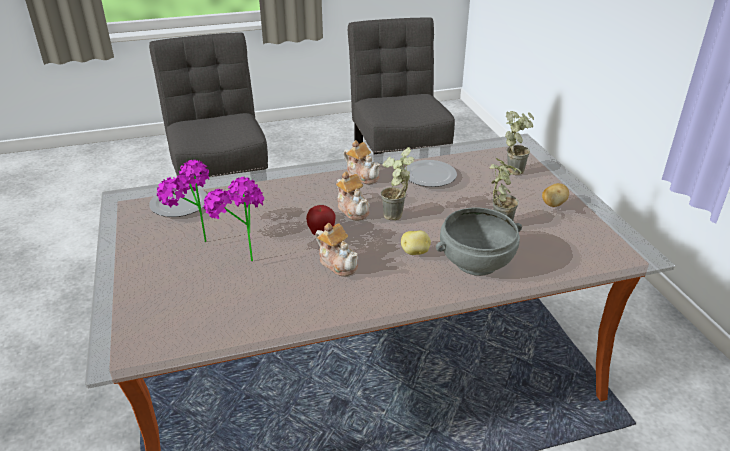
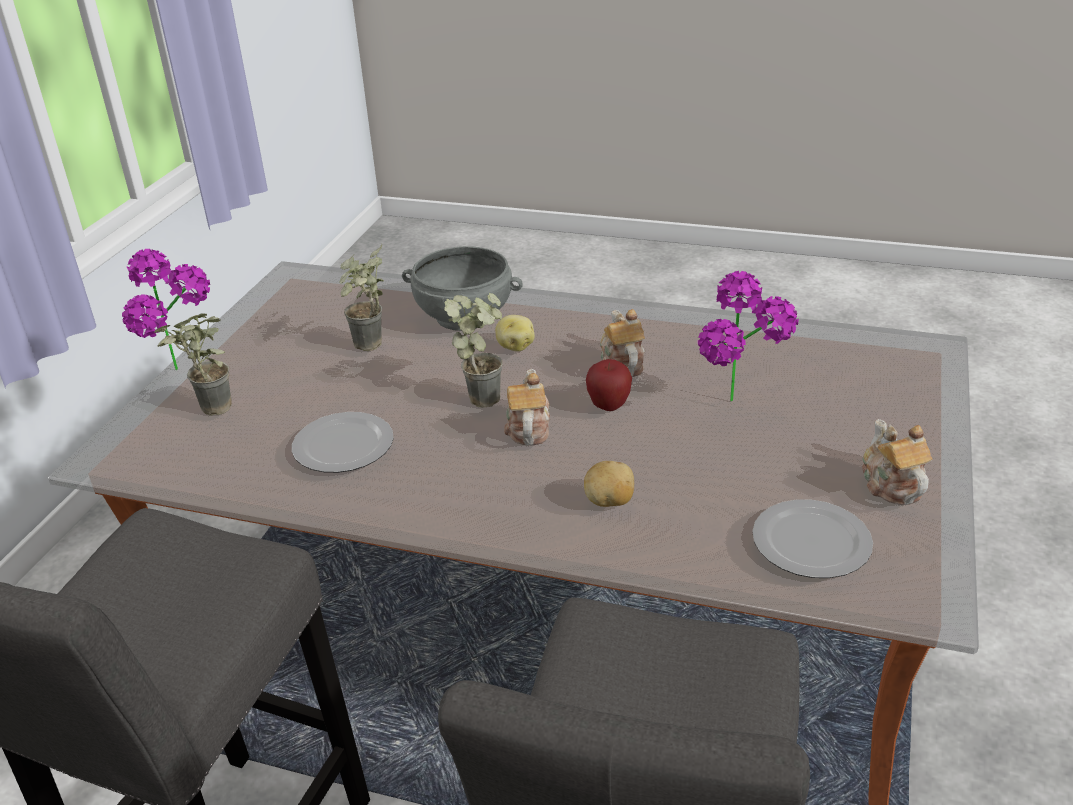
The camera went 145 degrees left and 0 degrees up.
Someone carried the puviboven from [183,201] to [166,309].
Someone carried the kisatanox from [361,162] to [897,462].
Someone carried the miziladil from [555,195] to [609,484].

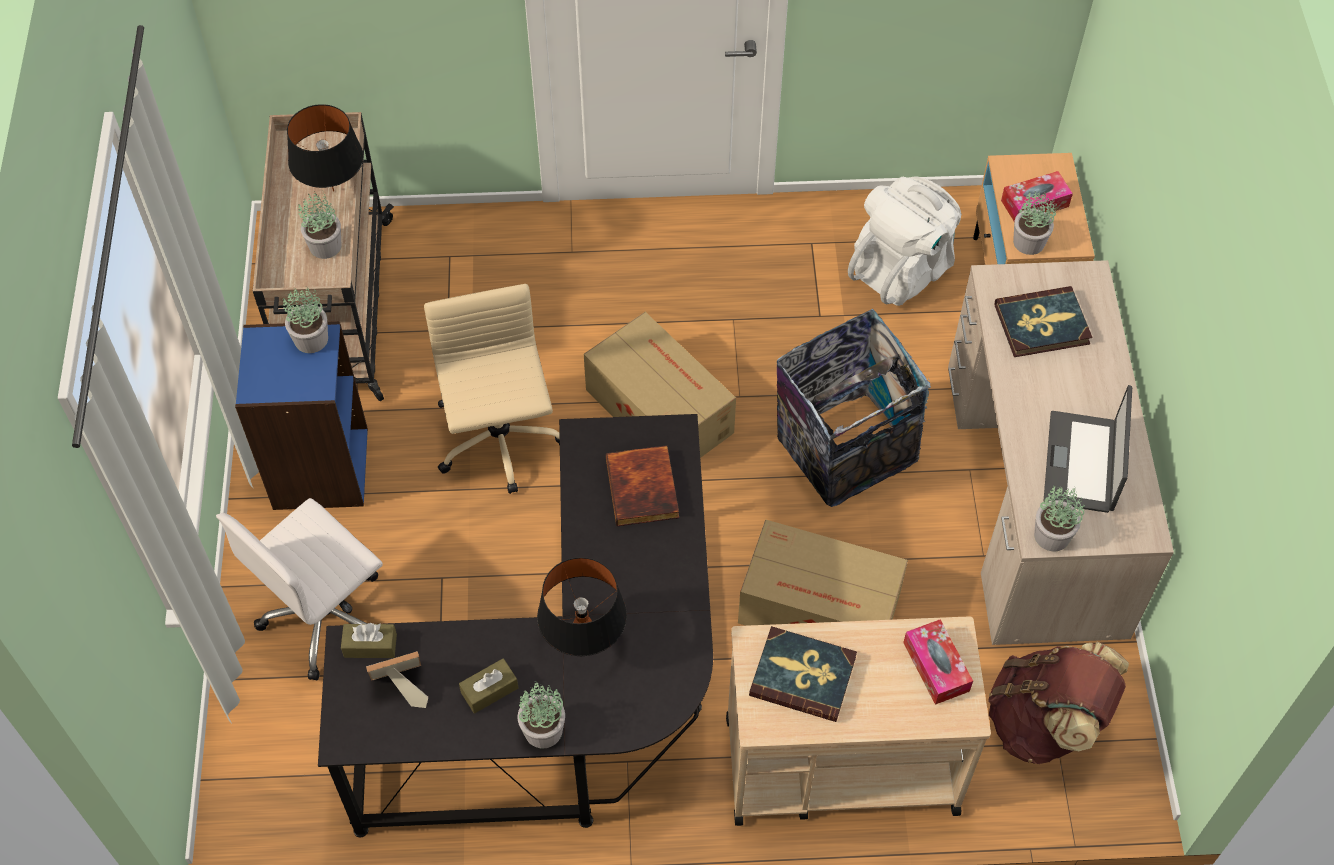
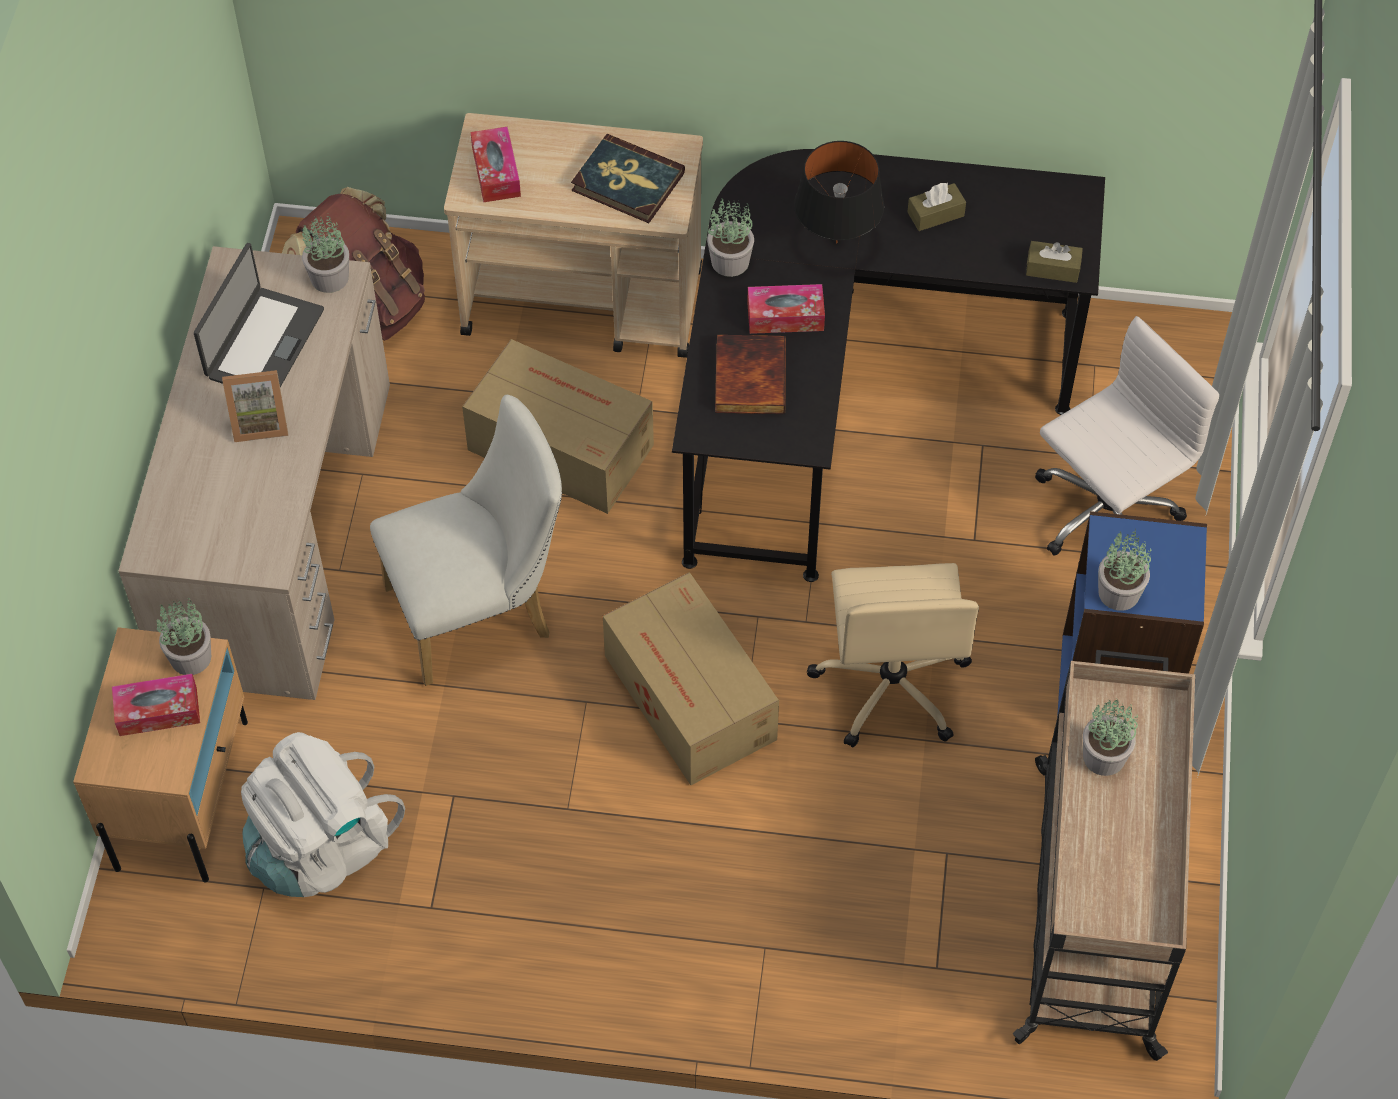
The camera went 170 degrees left and 0 degrees up.
Someone took away the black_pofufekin at [325,148].
Someone carried the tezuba from [397,679] to [255,406].
Someone carried the puviboven from [541,714] to [730,237].
Someone swapped the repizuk at [854,408] for the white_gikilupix at [466,540].
Someone took away the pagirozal at [1043,321].
Someone put down the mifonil at [786,309].

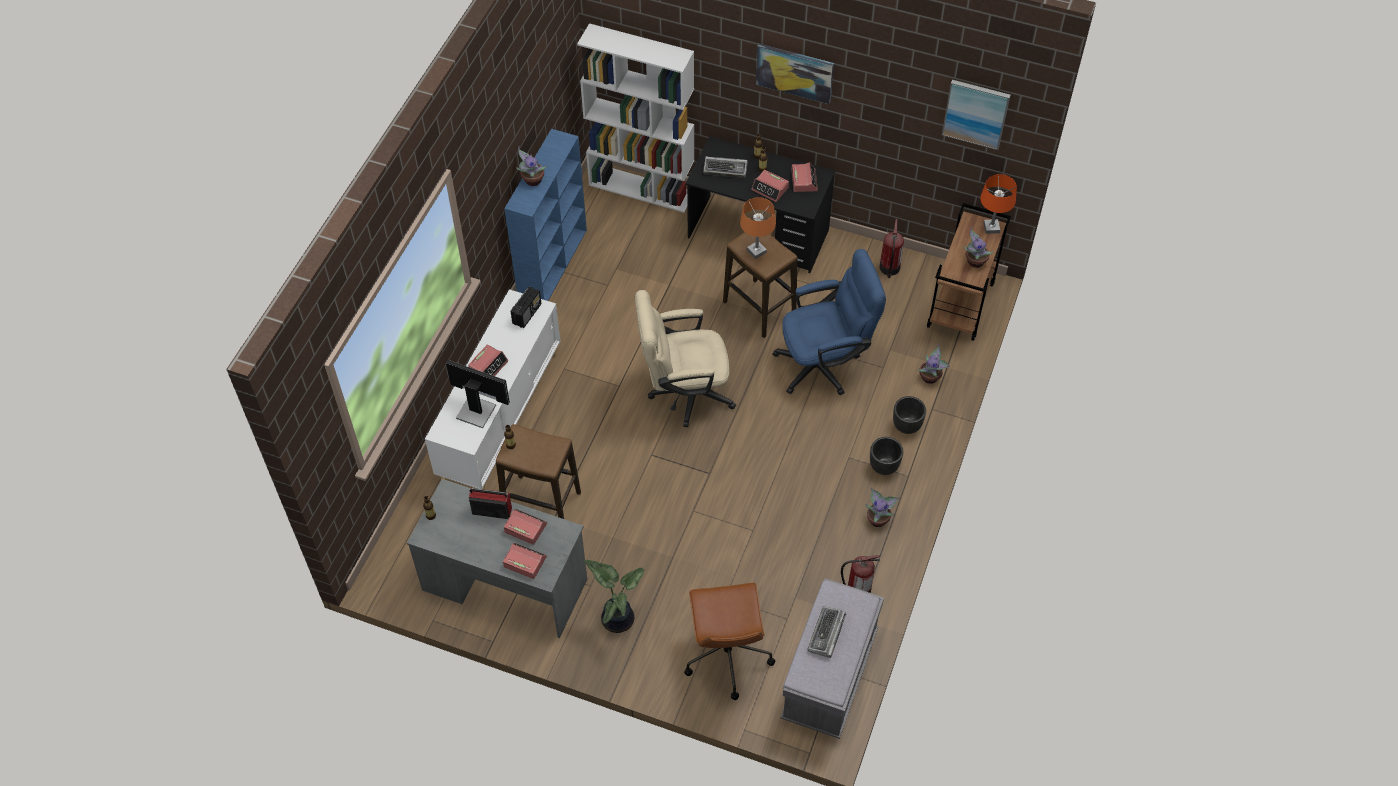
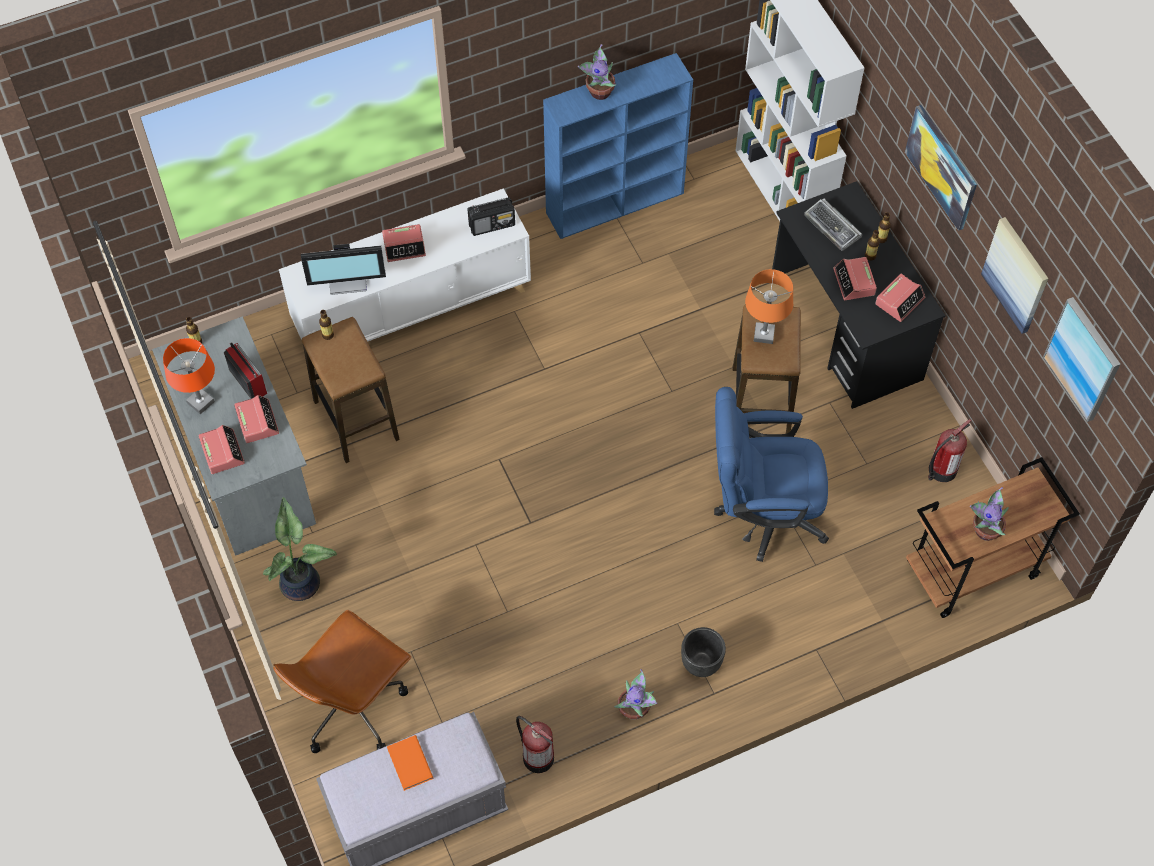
The camera went 45 degrees right and 5 degrees up.
Someone rotated the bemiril at [478,394] by 105 degrees clockwise.
Someone took away the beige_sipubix at [685,358].
Someone rotated the blue_sipubix at [829,322] by 150 degrees clockwise.
Someone swapped the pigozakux at [826,632] for the orange_pagirozal at [410,763].
Someone took away the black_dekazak at [909,415].
Someone took away the puviboven at [934,364].
Someone carried the orange_pofufekin from [998,204] to [189,376].
Someone put up the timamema at [1015,275].

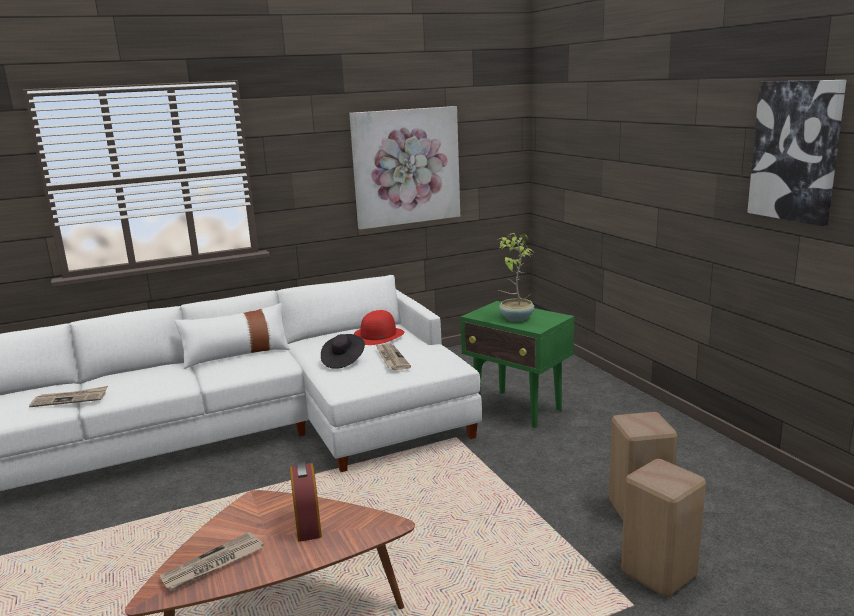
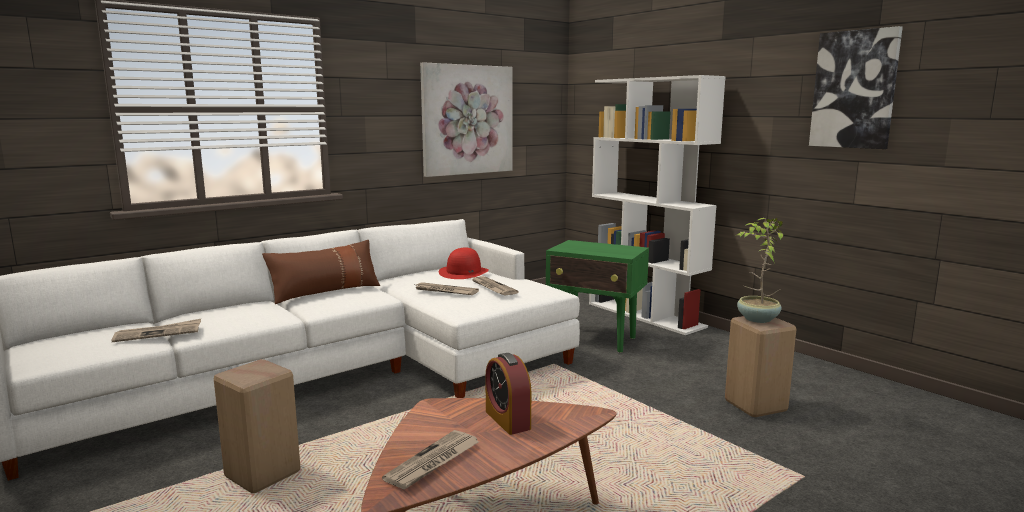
The camera went 15 degrees left and 5 degrees down.
Someone repainted the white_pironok at [232,336], which became the brown_pironok at [321,272].
Someone swapped the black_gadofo at [343,351] for the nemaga at [446,288].
Someone carried the puviboven from [516,277] to [760,270].
Someone carried the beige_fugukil from [663,528] to [257,426].
Someone put down the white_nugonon at [657,205].

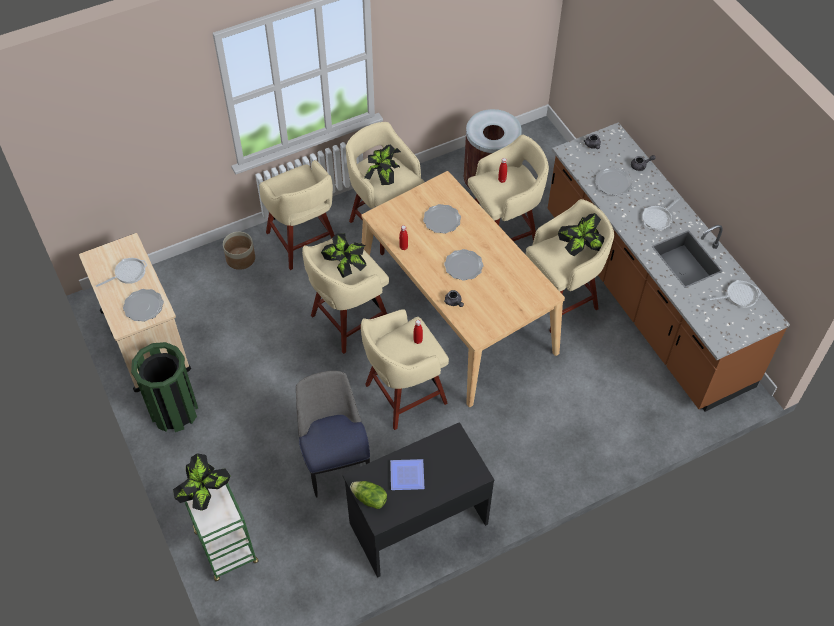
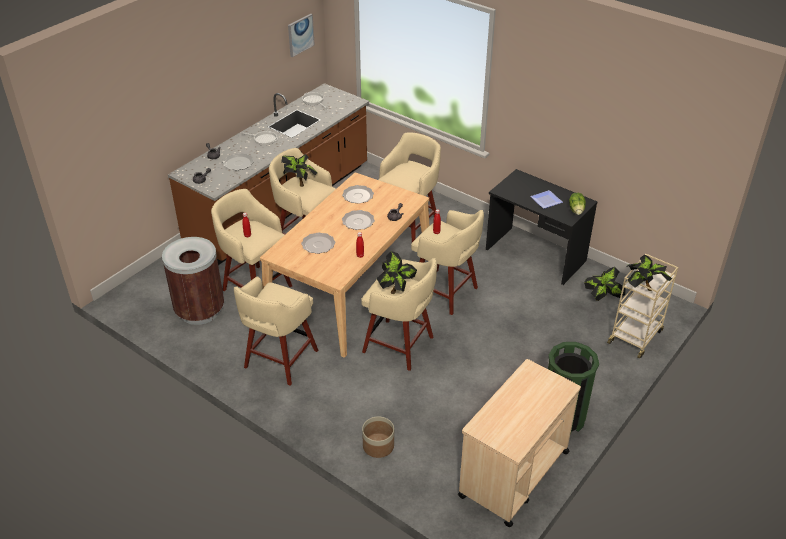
The camera went 115 degrees left and 15 degrees down.
Someone took away the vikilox at [121,272].
Someone carried the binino from [143,305] to [358,194].
Someone repainted the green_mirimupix at [222,532], which became the beige_mirimupix at [642,306].
Someone carried the beige_fugukil from [296,215] to [409,187].
Someone took away the gikilupix at [333,434].
Someone carried the puviboven from [382,164] to [605,284].
Someone put up the timamema at [301,35].

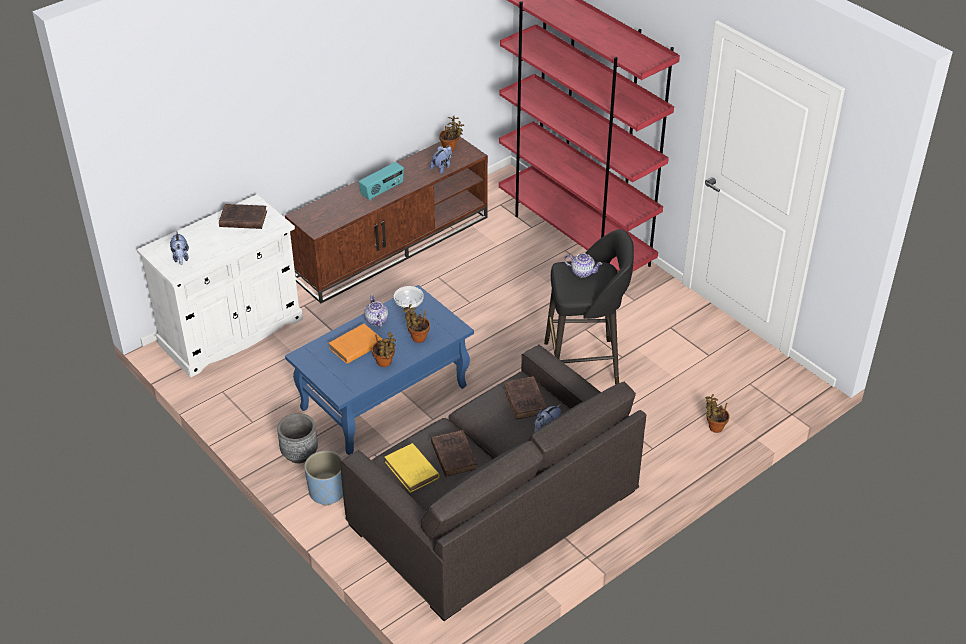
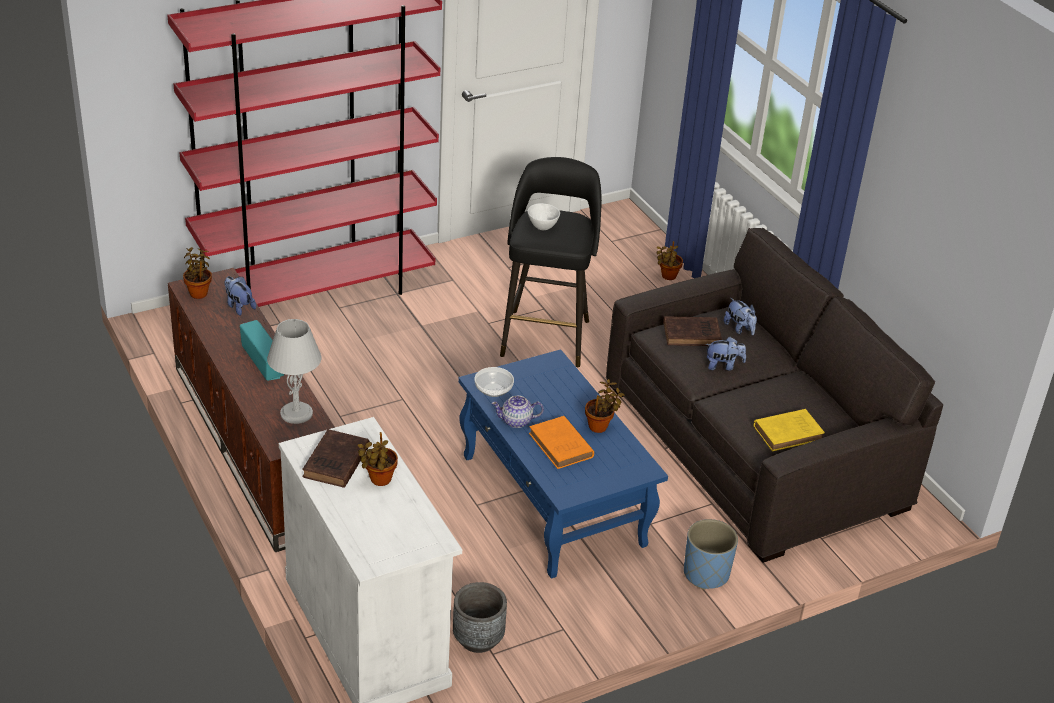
The camera went 80 degrees left and 5 degrees down.
Someone carried the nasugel from [179,248] to [725,354].
Someone carried the grey_dekazak from [297,438] to [480,617].
Someone carried the puviboven from [416,323] to [378,459].
Someone took away the brown_pagirozal at [454,453].
Someone swapped the kisatanox at [583,265] for the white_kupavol at [544,216].
Someone put down the grey_pofufekin at [294,371].

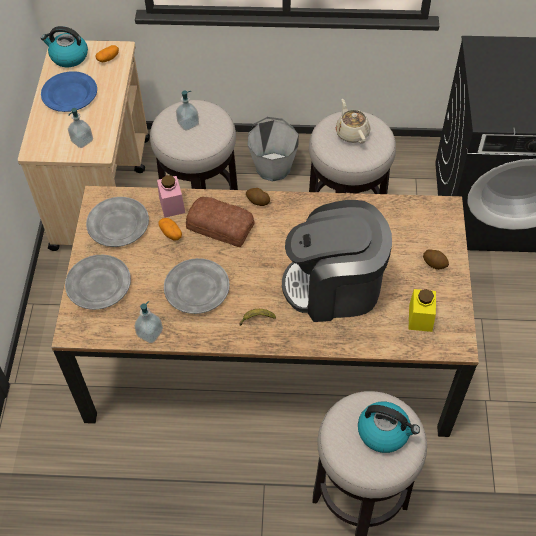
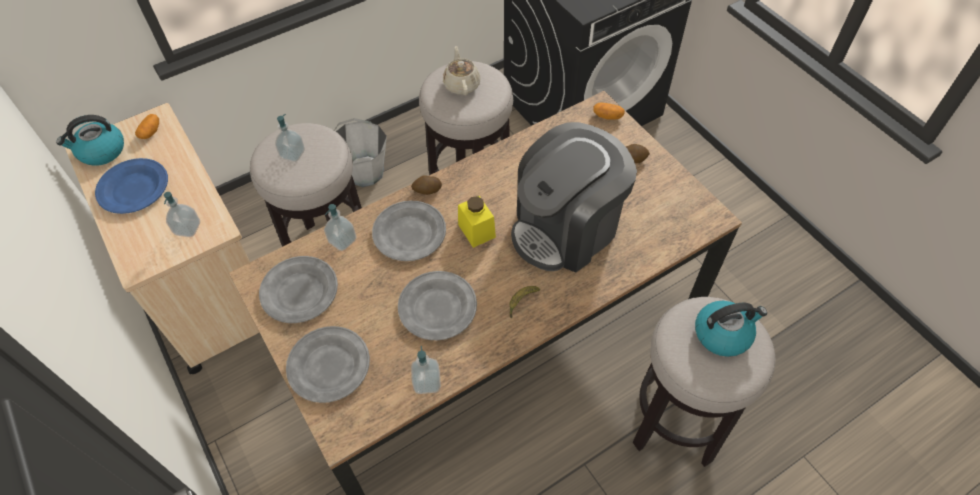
The camera went 35 degrees left and 0 degrees up.
Someone swapped the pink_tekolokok at [171,196] for the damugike at [340,227].
Someone carried the miziladil from [170,229] to [609,111].
Someone swapped the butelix at [220,222] for the grey_binino at [409,231].
Someone rotated the beige_kisatanox at [353,121] by 45 degrees clockwise.
Someone carried the yellow_tekolokok from [422,310] to [477,222].

